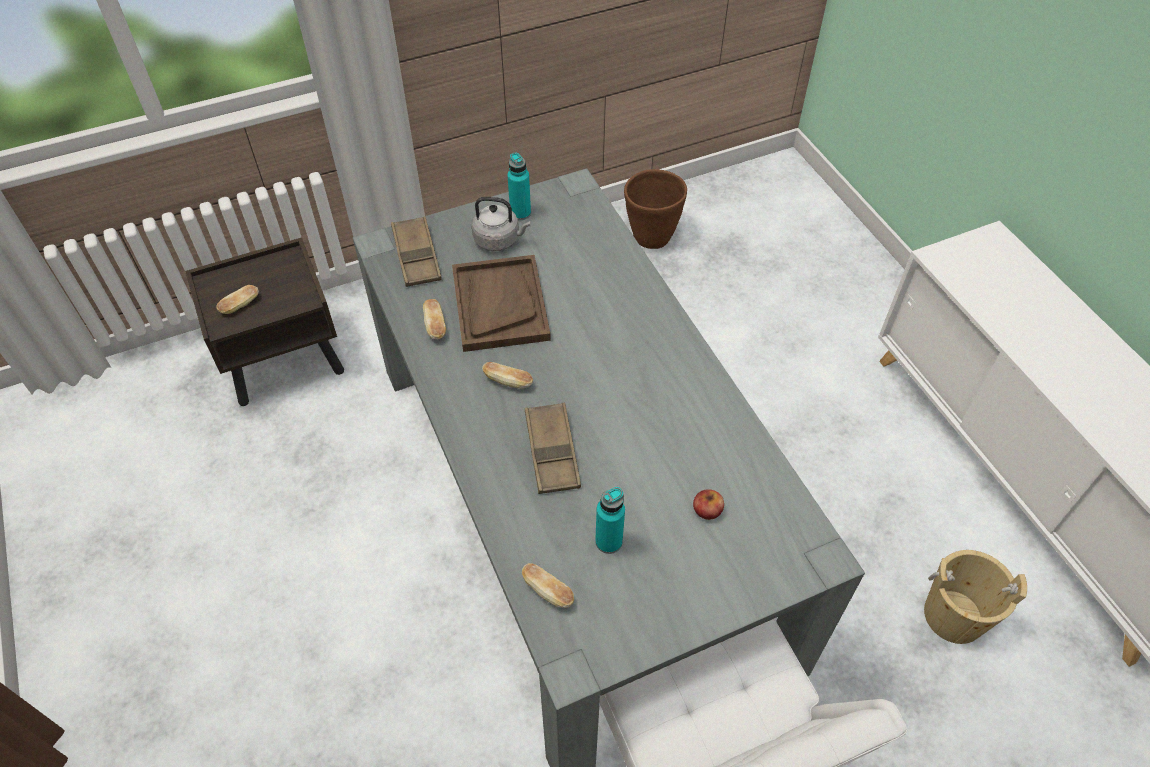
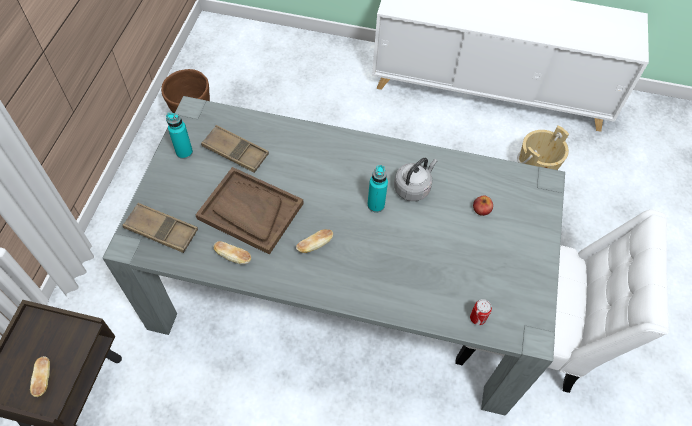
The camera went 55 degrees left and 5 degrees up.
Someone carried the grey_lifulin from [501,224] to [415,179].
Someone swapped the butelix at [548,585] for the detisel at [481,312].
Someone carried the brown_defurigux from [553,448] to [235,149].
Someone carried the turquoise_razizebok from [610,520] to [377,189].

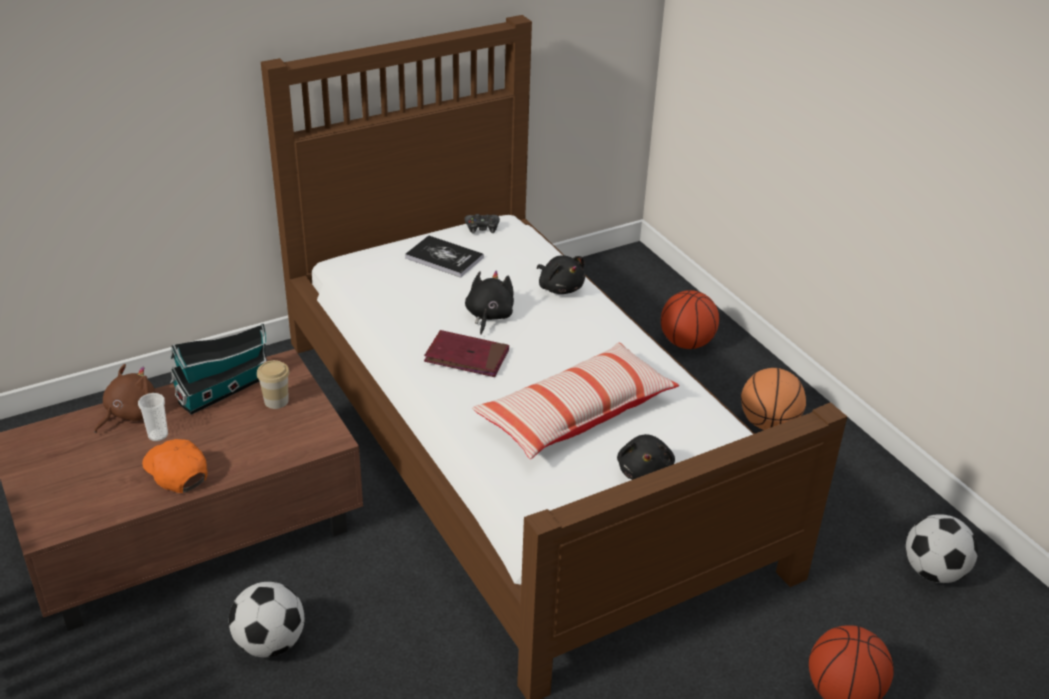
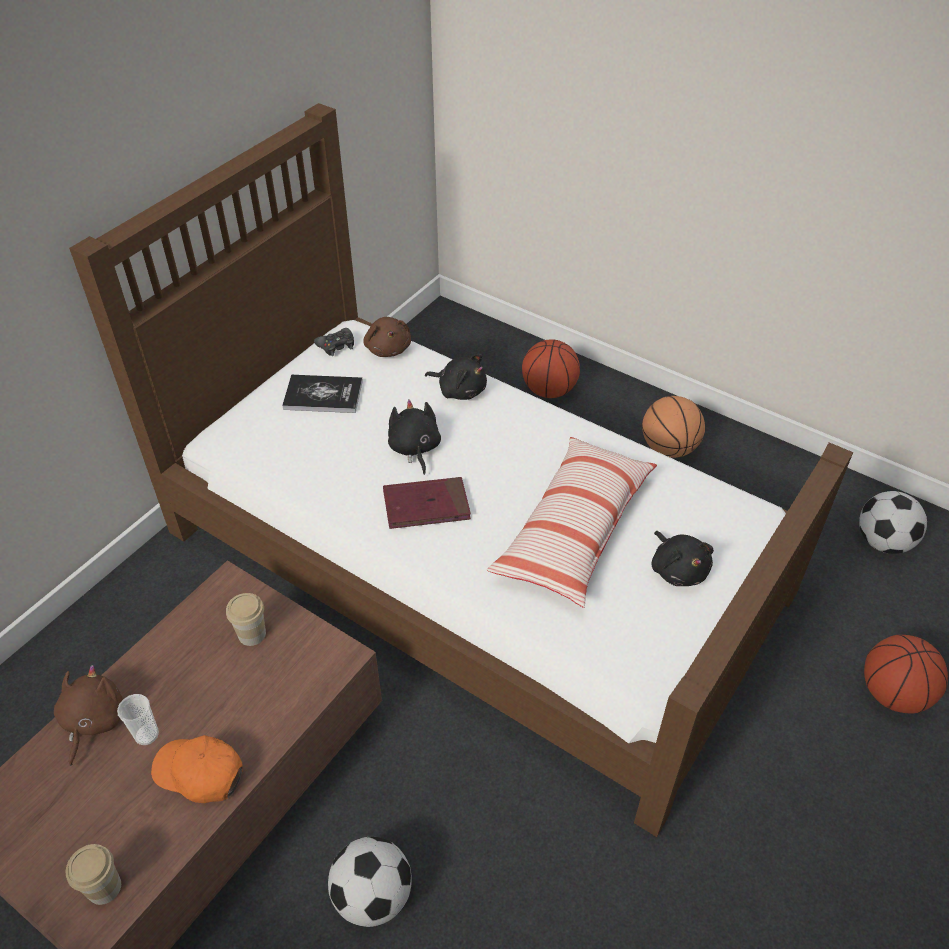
The camera went 25 degrees left and 10 degrees up.
Someone took away the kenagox at [218,369].
Someone put down the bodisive at [93,874].
Someone put down the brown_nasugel at [387,337].

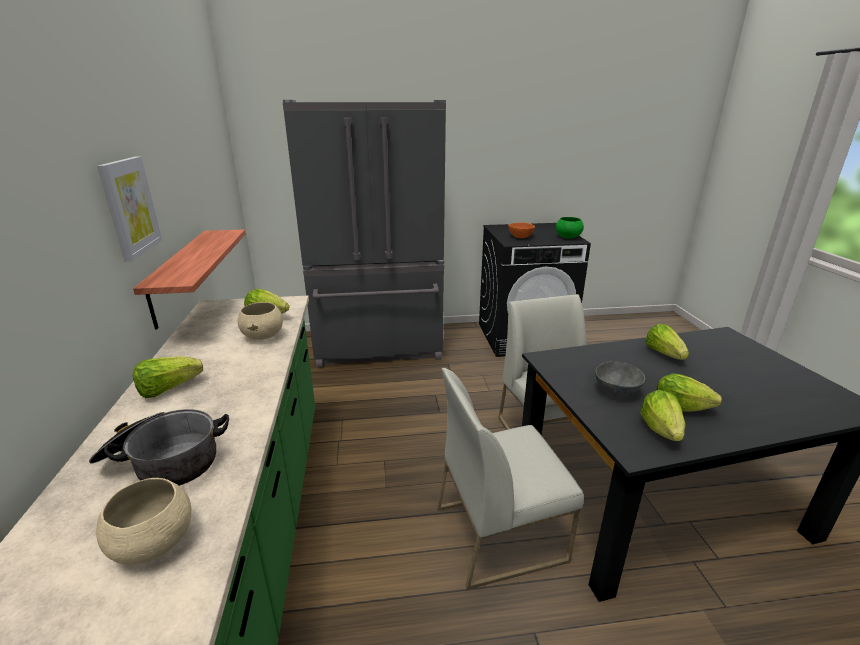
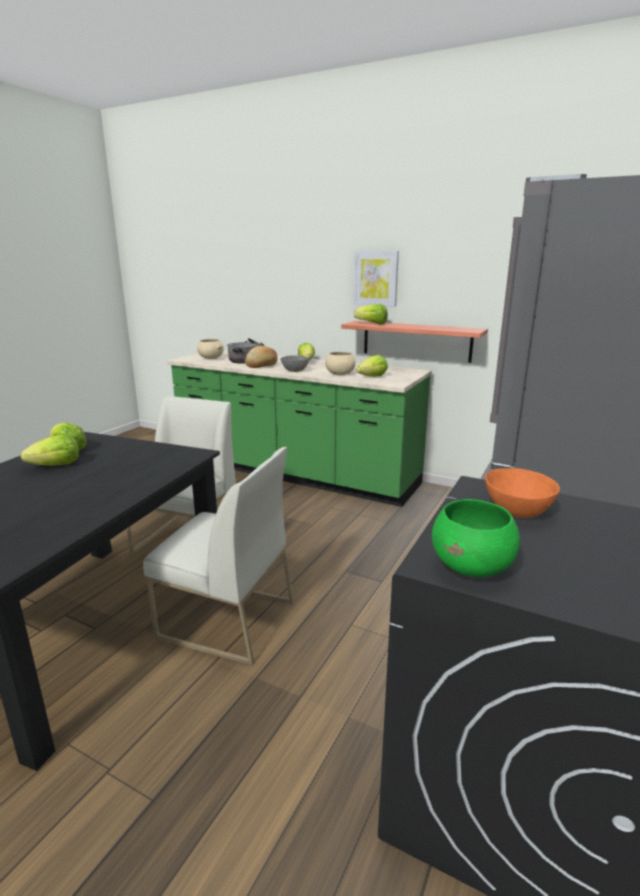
The camera went 125 degrees right and 5 degrees down.
Someone carried the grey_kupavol from [620,379] to [294,363].
Someone carried the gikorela from [667,342] to [371,314].
Someone put down the butelix at [261,357].

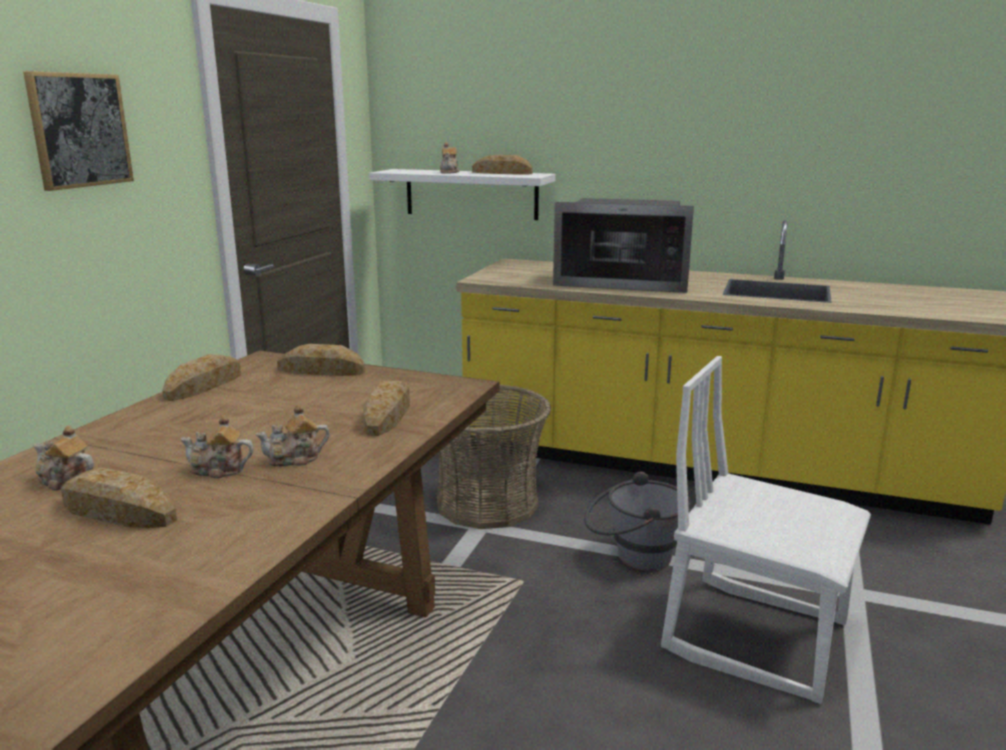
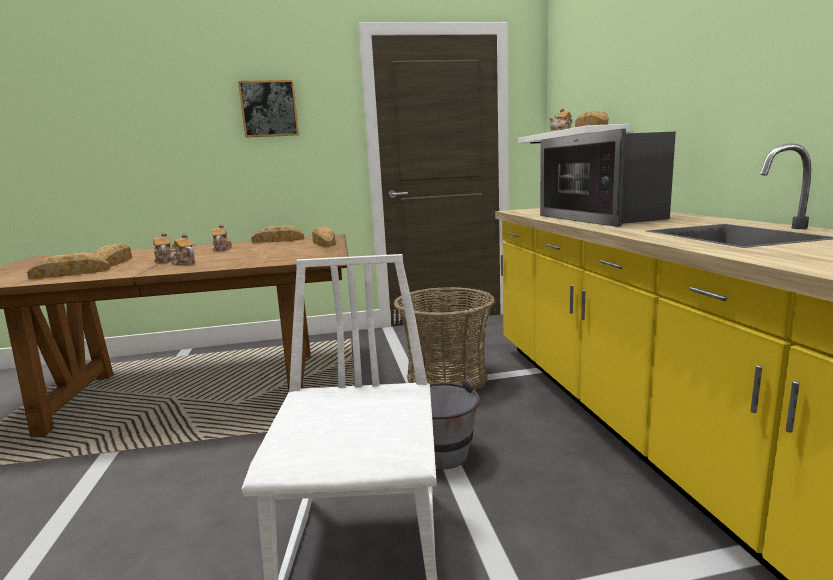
The camera went 60 degrees right and 5 degrees down.
Someone carried the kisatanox from [64,458] to [222,237].
Someone carried the butelix from [386,408] to [68,266].

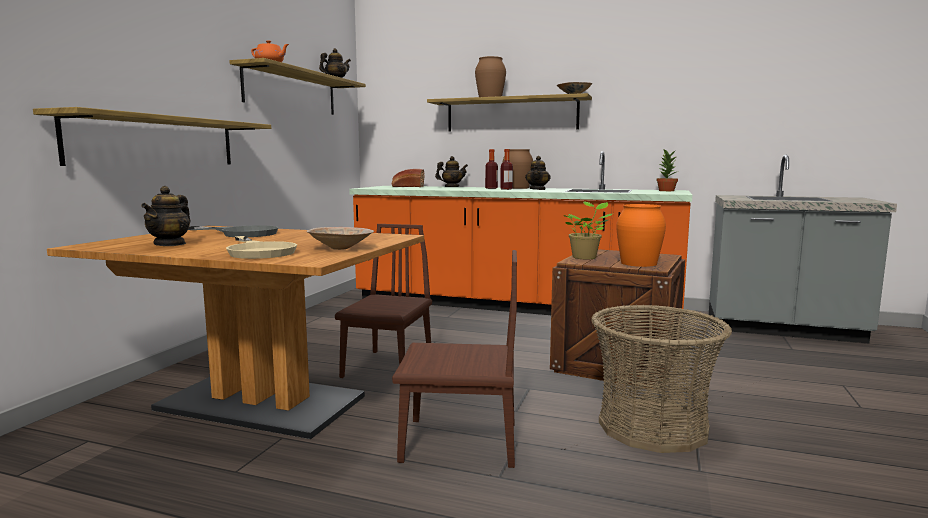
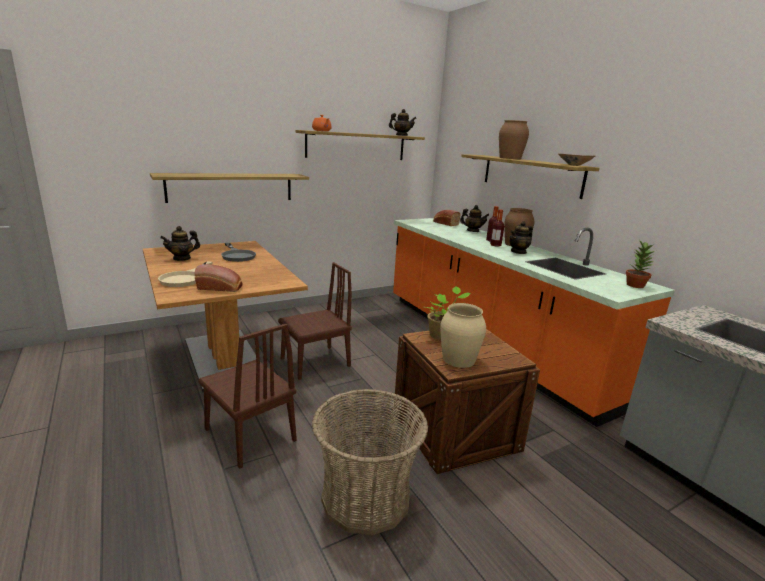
The camera went 40 degrees right and 10 degrees up.
Someone swapped the beige_kupavol at [340,238] for the butelix at [218,278].
Someone repainted the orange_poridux at [641,235], which became the beige_poridux at [463,335].

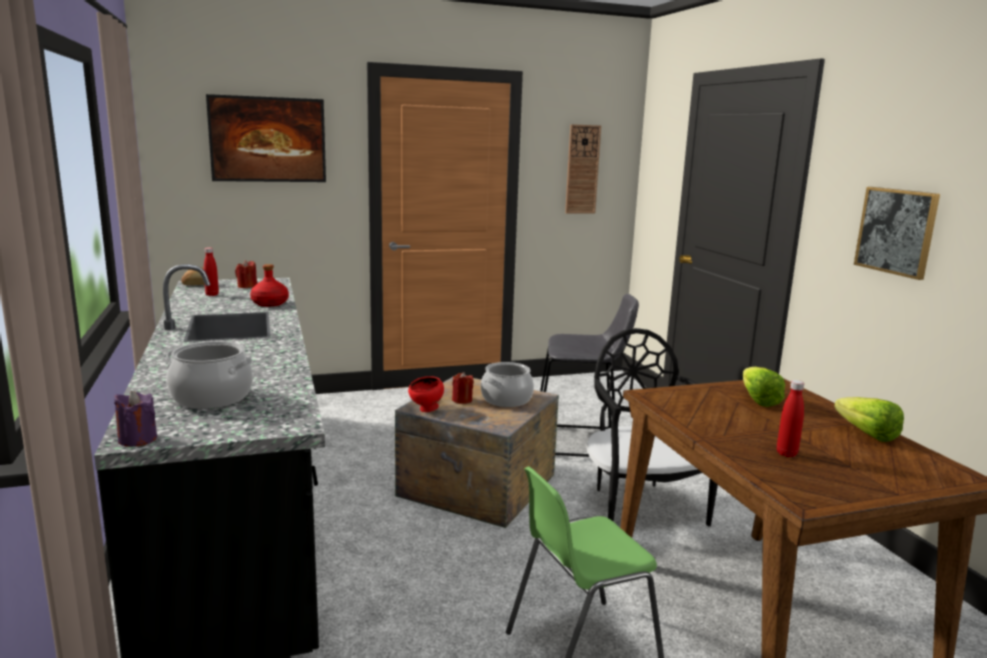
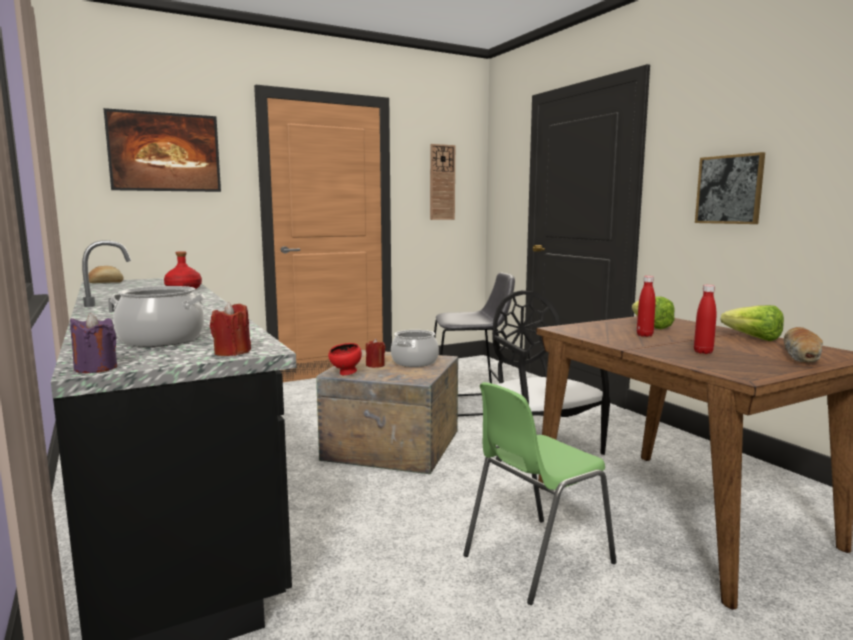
The camera went 10 degrees left and 5 degrees down.
Someone carried the red_razizebok from [211,272] to [646,306].
Someone carried the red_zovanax from [246,274] to [230,329].
Someone put down the butelix at [803,344].

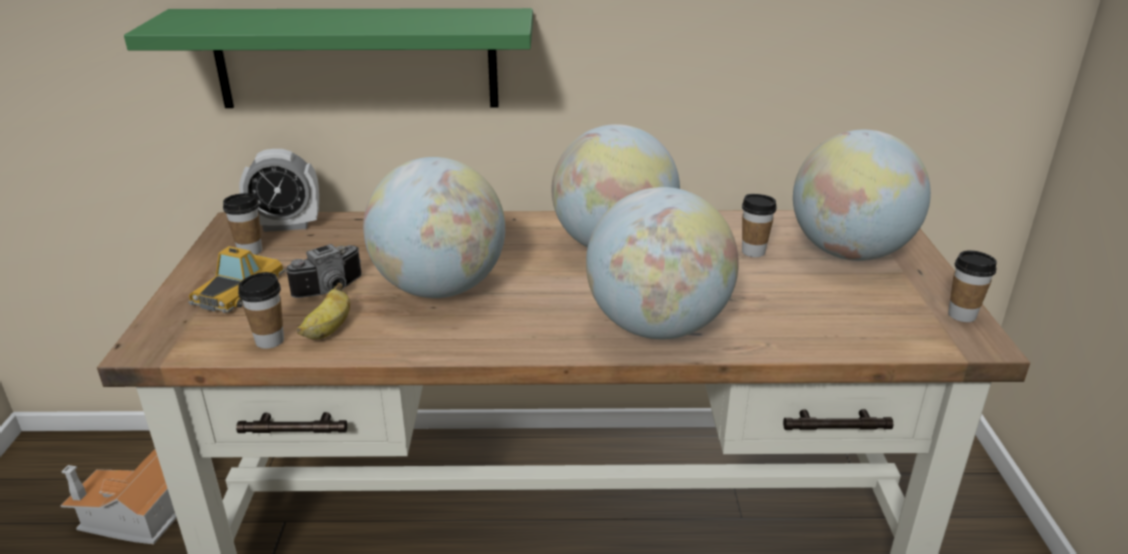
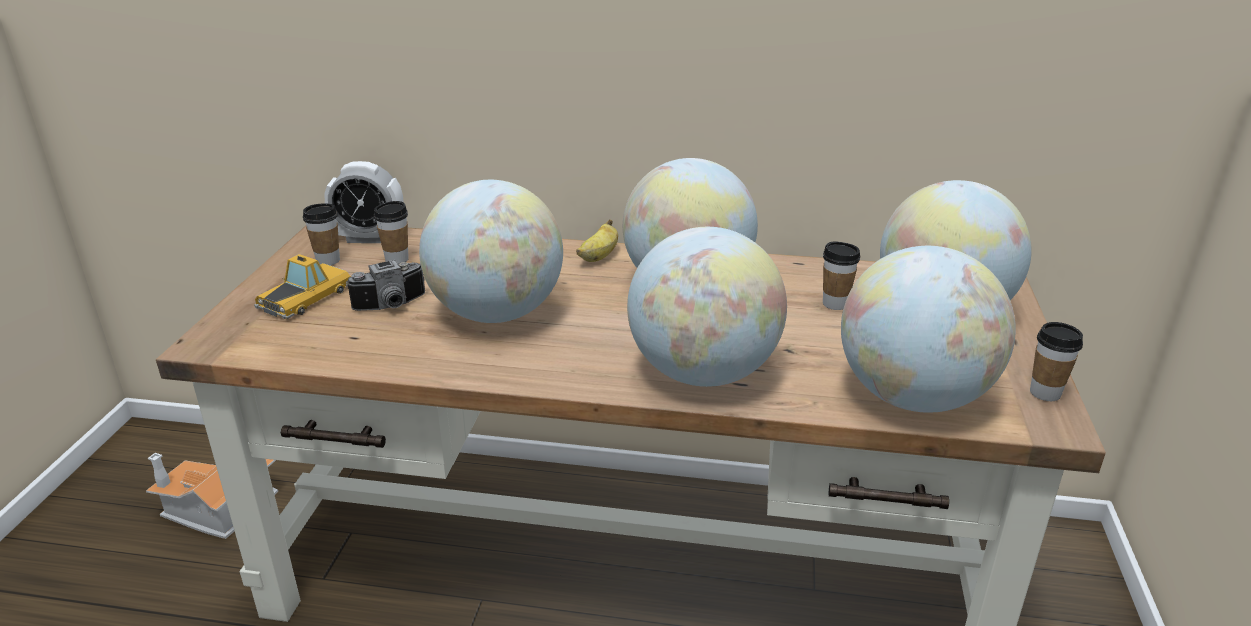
The camera went 10 degrees right and 0 degrees up.
Someone took away the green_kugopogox at [328,58].
Someone carried the bodisive from [261,310] to [391,232].
Someone carried the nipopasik from [323,311] to [597,240].
Someone put down the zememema at [928,329].

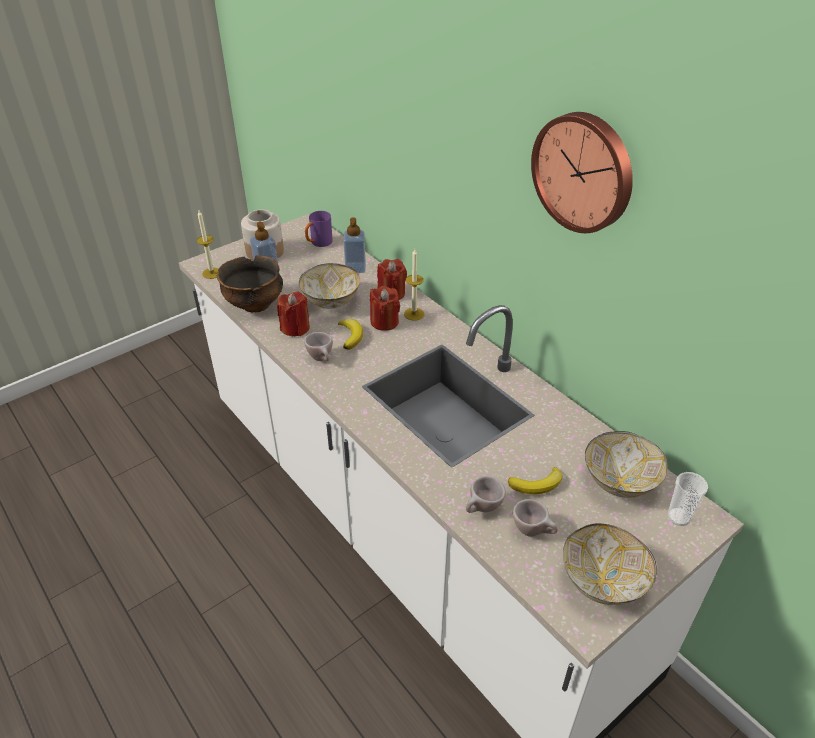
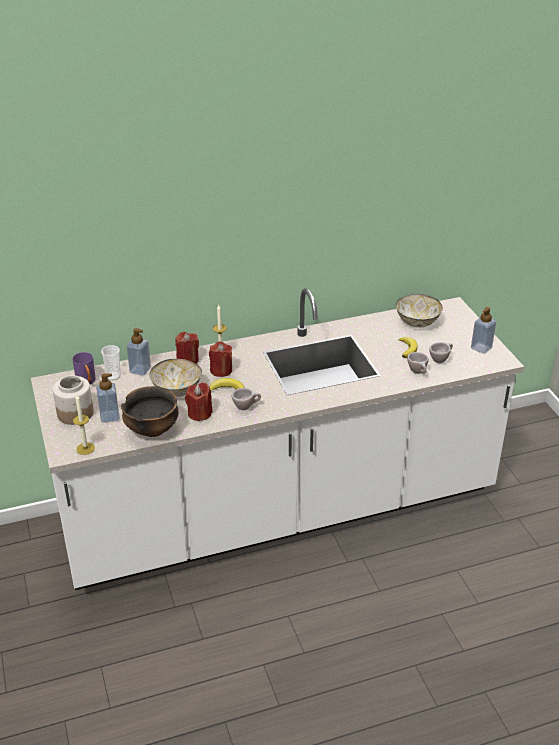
The camera went 70 degrees left and 5 degrees down.
Someone took away the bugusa at [582,172].
Someone swapped the kupavol at [610,564] for the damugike at [483,330].
Someone carried the bodisive from [688,499] to [111,362].

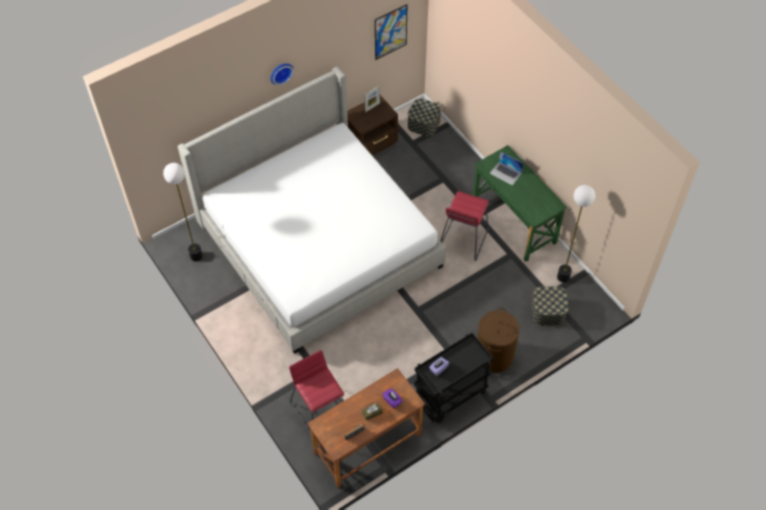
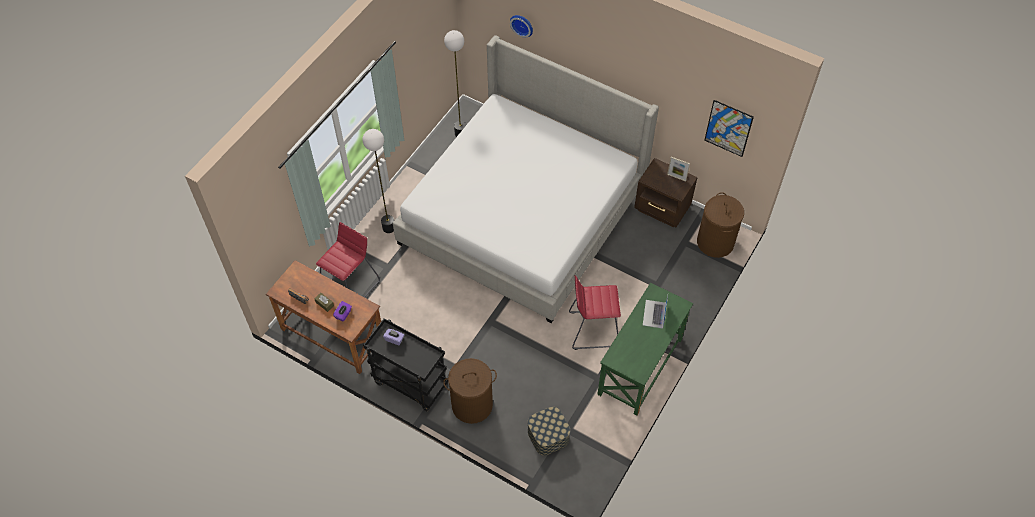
The camera went 65 degrees right and 0 degrees up.
Someone carried the bugusa from [282,74] to [521,26].
Someone swapped the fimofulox at [424,117] for the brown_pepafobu at [720,225].
Someone carried the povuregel from [576,234] to [378,181].

